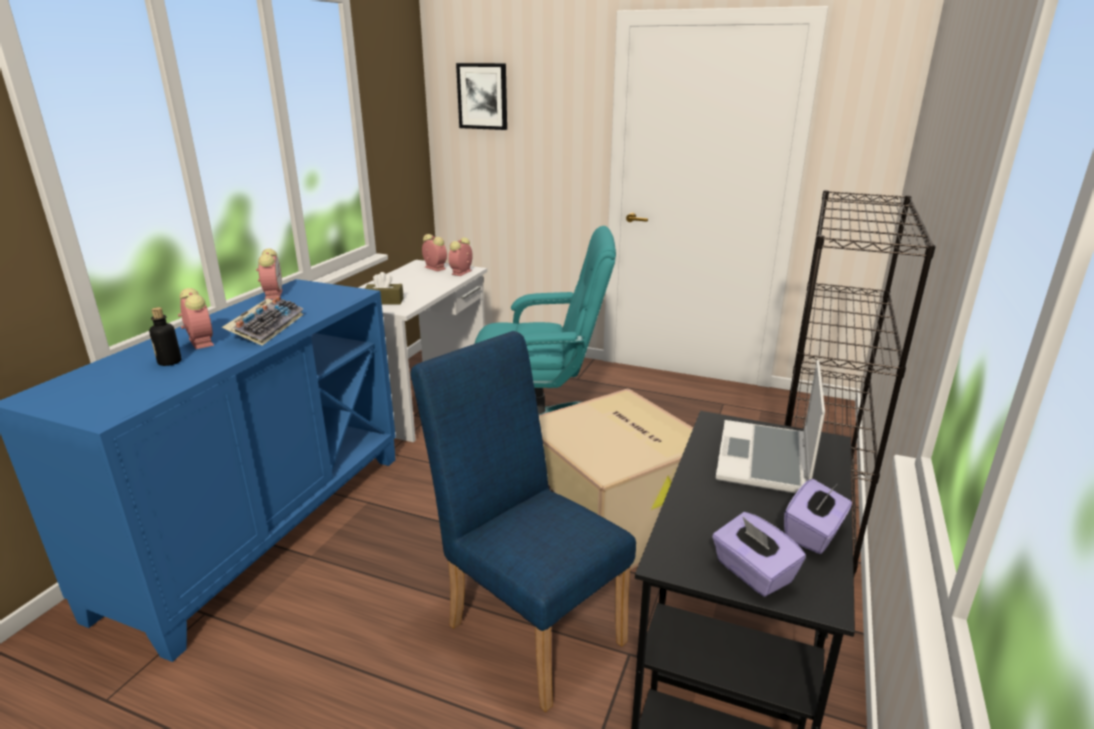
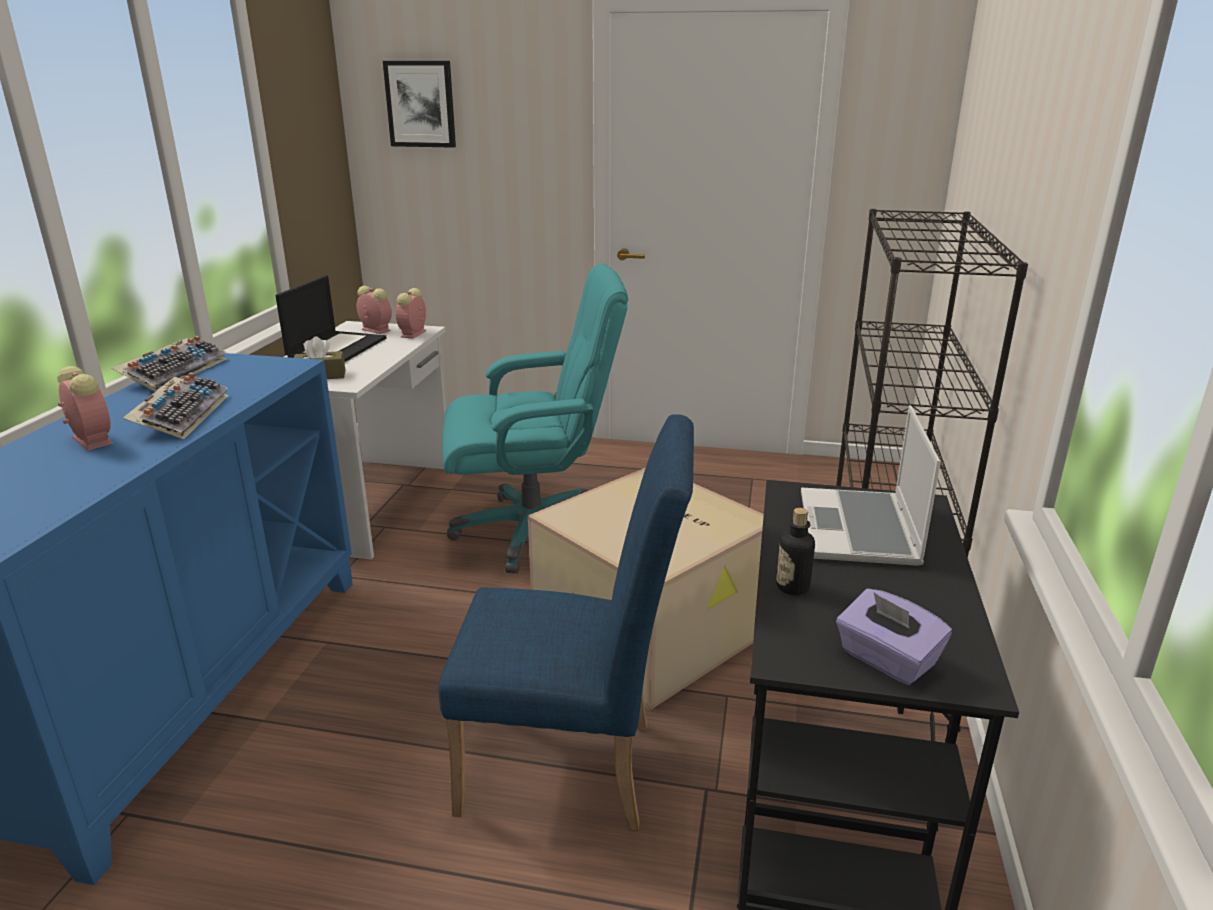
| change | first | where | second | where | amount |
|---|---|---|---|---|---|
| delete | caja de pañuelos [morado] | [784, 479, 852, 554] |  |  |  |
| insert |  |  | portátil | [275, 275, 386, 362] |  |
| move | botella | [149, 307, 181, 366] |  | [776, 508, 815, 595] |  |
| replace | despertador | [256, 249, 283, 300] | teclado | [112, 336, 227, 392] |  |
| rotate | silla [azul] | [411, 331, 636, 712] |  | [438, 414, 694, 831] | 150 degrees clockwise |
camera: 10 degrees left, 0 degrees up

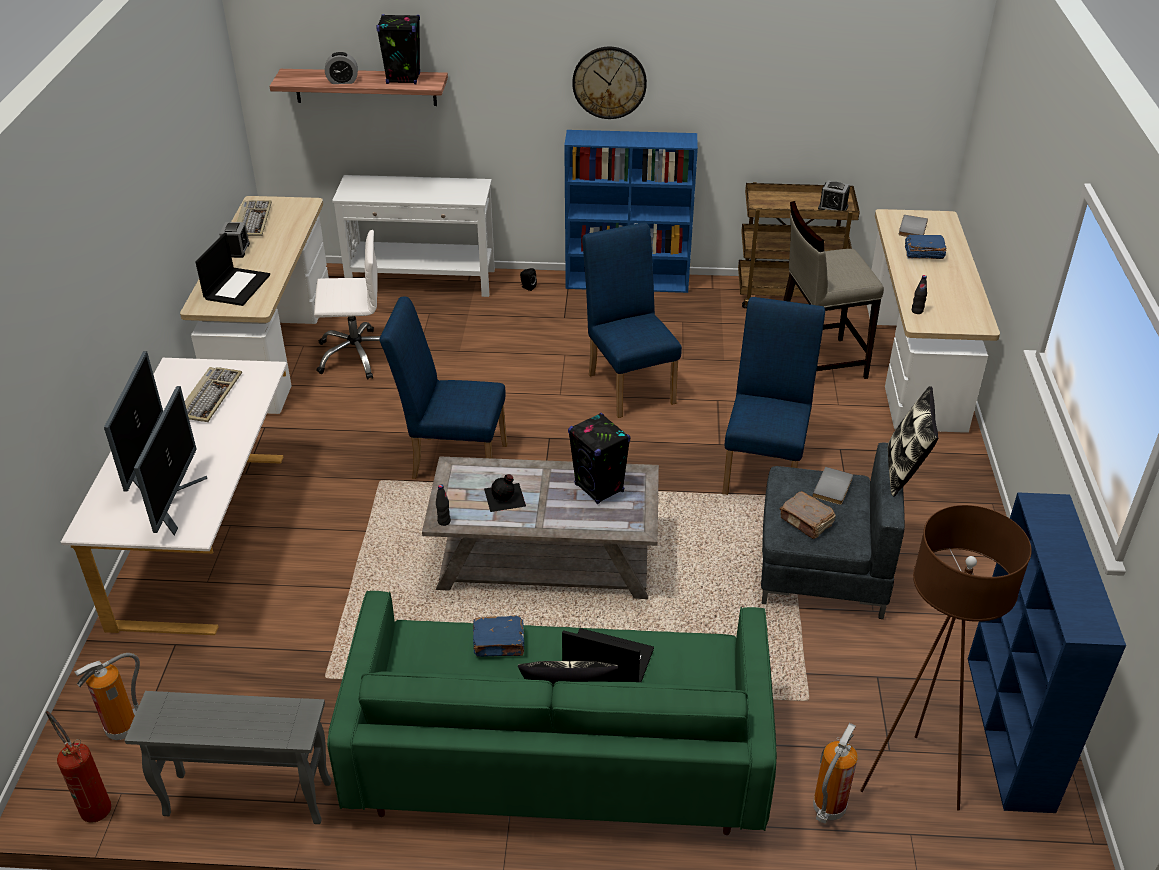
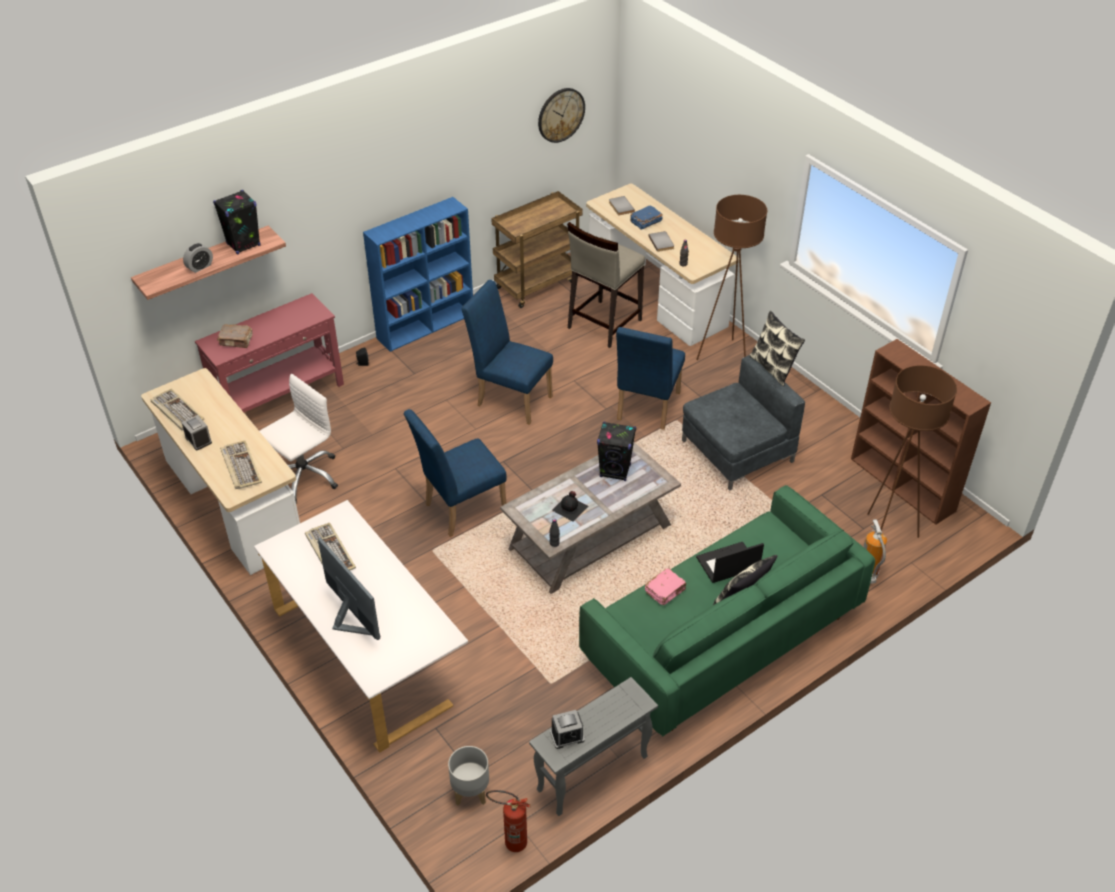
| change | first | where | second | where | amount |
|---|---|---|---|---|---|
| delete | monitor | [134, 386, 207, 536] |  |  |  |
| insert |  |  | lámpara de pie [marrón] | [696, 195, 767, 360] |  |
| move | reloj de pared | [572, 47, 647, 119] |  | [538, 88, 585, 143] |  |
| move | libro [marrón] | [780, 491, 836, 539] |  | [217, 324, 252, 348] |  |
| move | libro [gris] | [812, 467, 853, 505] |  | [649, 231, 674, 252] |  |
| move | despertador | [818, 180, 850, 211] |  | [550, 710, 584, 749] |  |
| replace | extintor | [75, 653, 140, 740] | maceta [gris] | [448, 746, 489, 806] |  |
| replace | portátil | [196, 233, 270, 306] | teclado | [220, 441, 262, 489] |  |
| recolor | mesa consola [blanco] | [332, 175, 495, 297] | mesa consola [rojo] | [195, 293, 344, 412] |  |
| recolor | libro [azul] | [473, 615, 525, 657] | libro [rosa] | [645, 568, 686, 605] |  |
| recolor | estantería [azul] | [968, 492, 1126, 813] | estantería [marrón] | [851, 339, 991, 525] |  |
| rotate | silla [azul] | [722, 297, 825, 495] |  | [616, 327, 685, 430] | 135 degrees counterclockwise |
camera: 40 degrees left, 5 degrees up

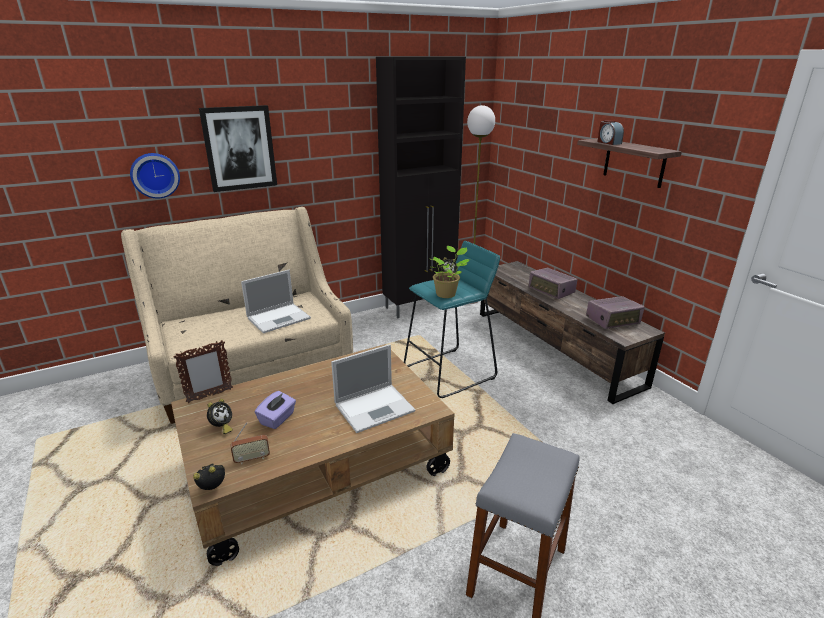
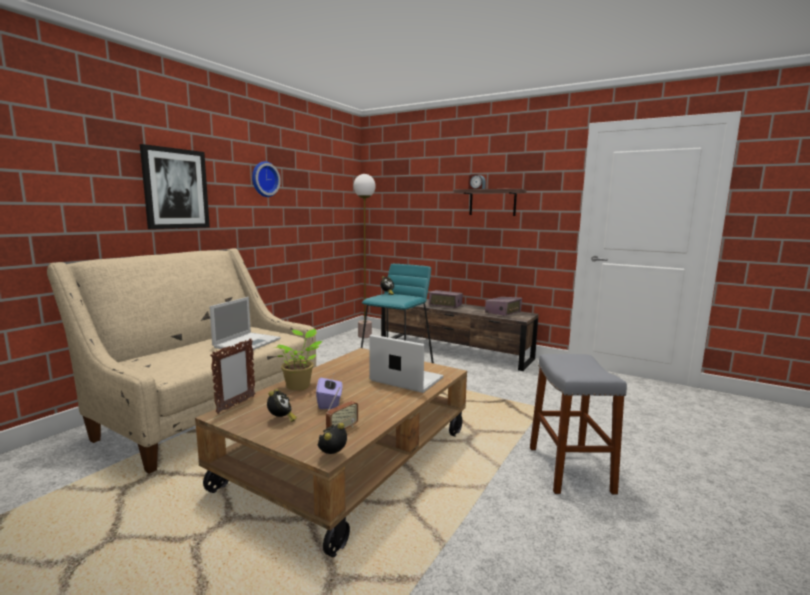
| change | first | where | second | where | amount |
|---|---|---|---|---|---|
| delete | armario [negro] | [376, 57, 466, 318] |  |  |  |
| move | reloj de pared | [130, 153, 180, 198] |  | [252, 161, 281, 197] |  |
| move | planta en maceta | [431, 246, 470, 298] |  | [275, 329, 322, 390] |  |
| rotate | portátil | [331, 344, 416, 433] |  | [369, 335, 443, 393] | 90 degrees counterclockwise |
camera: 30 degrees left, 15 degrees down

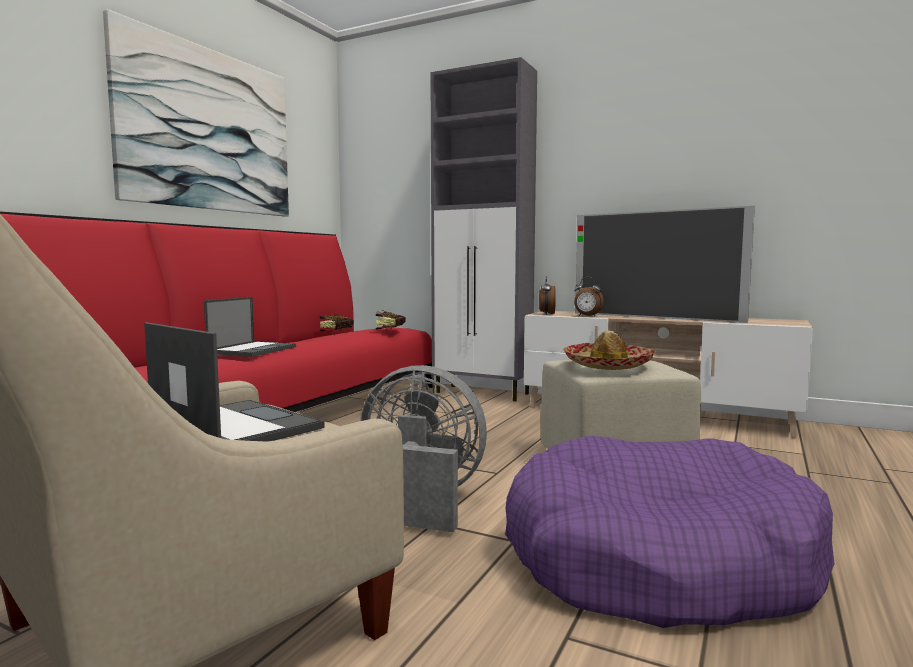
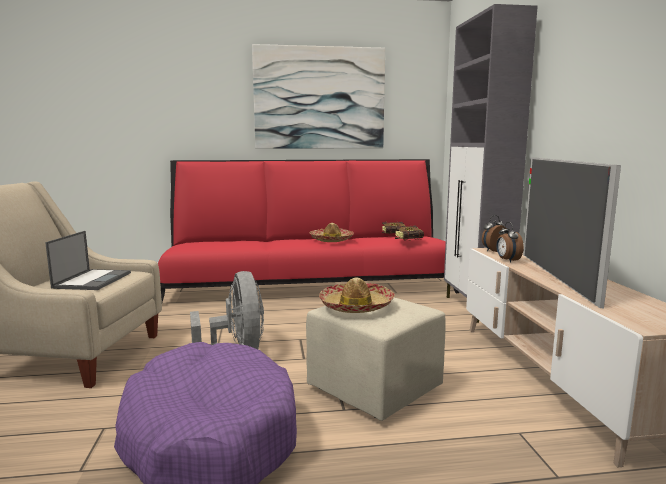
| change | first | where | second | where | amount |
|---|---|---|---|---|---|
| delete | portátil | [204, 297, 296, 357] |  |  |  |
| insert |  |  | sombrero | [310, 223, 354, 242] |  |
camera: 55 degrees right, 5 degrees up

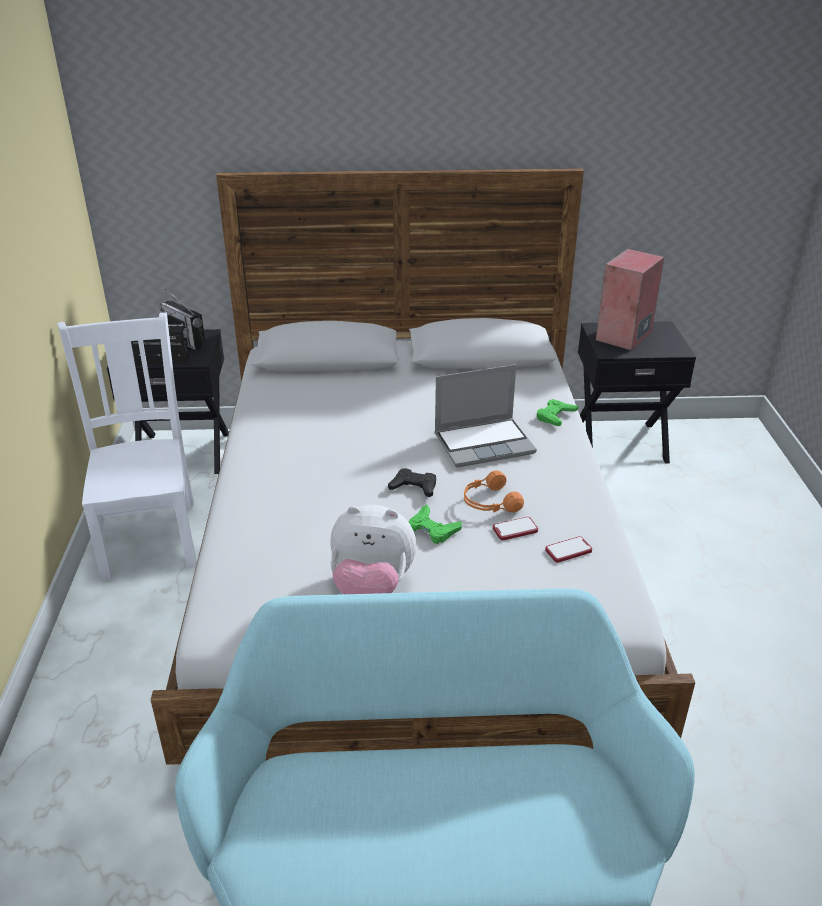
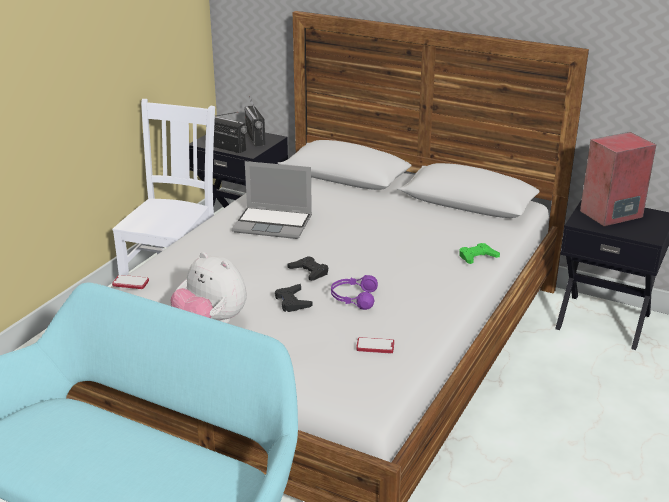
| change | first | where | second | where | amount |
|---|---|---|---|---|---|
| move | portátil | [434, 364, 537, 467] |  | [232, 161, 312, 239] |  |
| move | móvil | [493, 517, 538, 540] |  | [112, 275, 149, 289] |  |
| recolor | mando de consola [verde] | [409, 505, 462, 544] | mando de consola [negro] | [275, 284, 313, 312] |  |
| recolor | auriculares [naranja] | [464, 470, 524, 513] | auriculares [morado] | [331, 275, 378, 310] |  |
camera: 30 degrees right, 5 degrees down

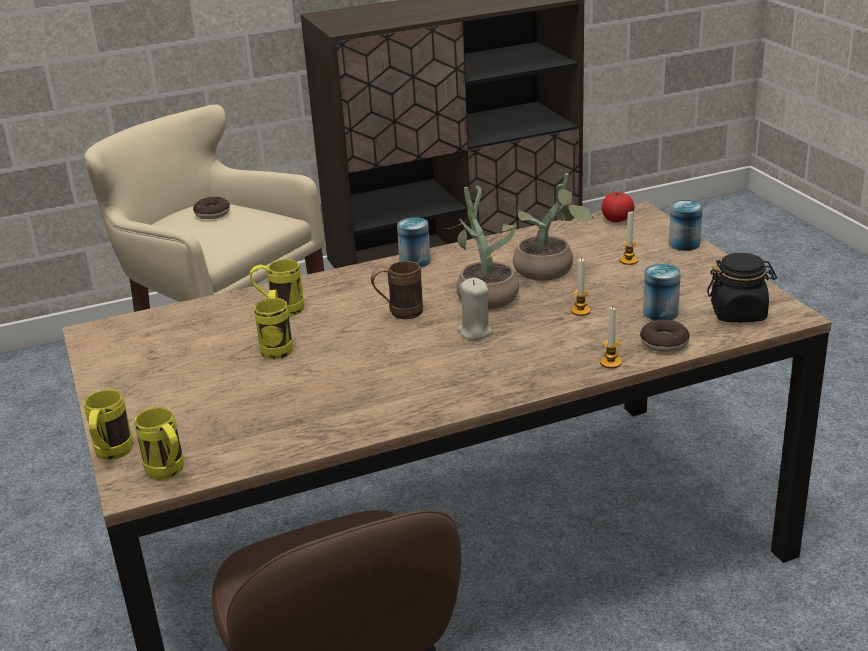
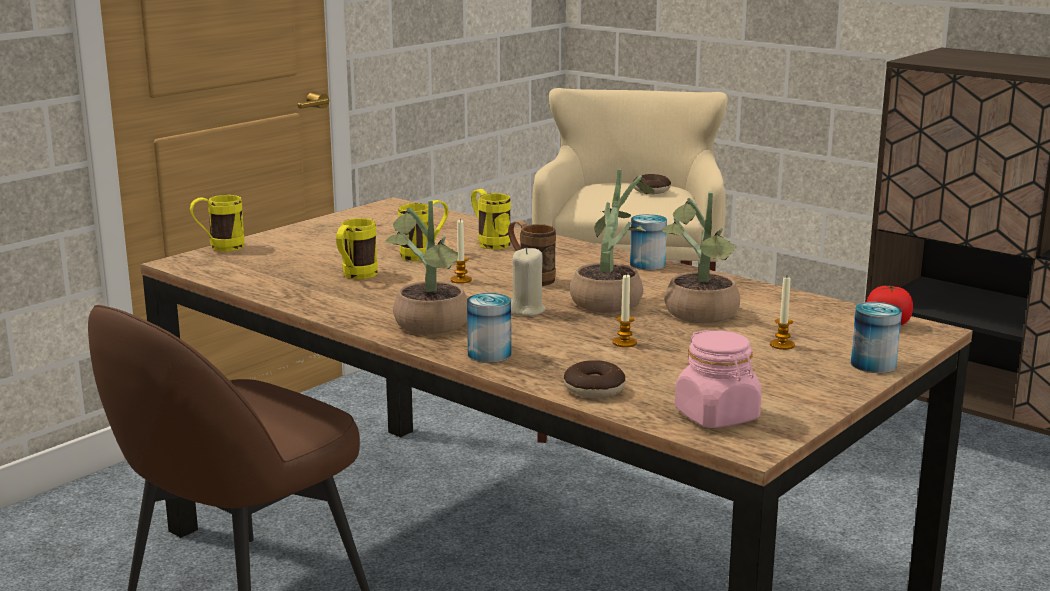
| change | first | where | second | where | amount |
|---|---|---|---|---|---|
| insert |  |  | planta en maceta | [386, 200, 468, 334] |  |
| move | taza grande [amarillo] | [134, 407, 184, 480] |  | [336, 218, 378, 279] |  |
| move | vela | [600, 306, 622, 368] |  | [450, 220, 472, 284] |  |
| move | lata | [643, 264, 681, 321] |  | [467, 293, 511, 363] |  |
| recolor | tarro [negro] | [707, 253, 777, 322] | tarro [rosa] | [675, 330, 762, 428] |  |
camera: 60 degrees right, 10 degrees down

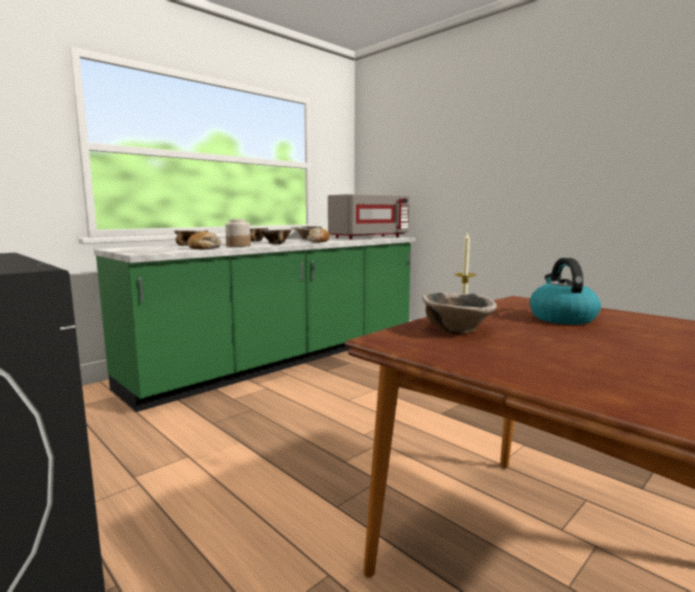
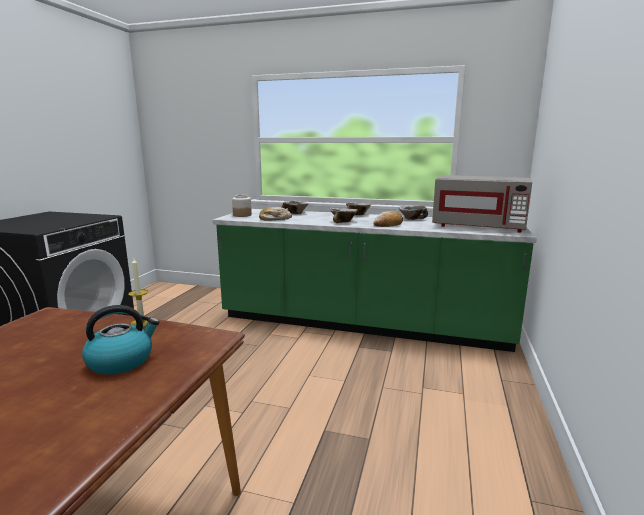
| change | first | where | second | where | amount |
|---|---|---|---|---|---|
| delete | cuenco | [422, 292, 497, 334] |  |  |  |
| move | tarro | [225, 219, 251, 247] |  | [232, 195, 252, 217] |  |
camera: 60 degrees right, 5 degrees up

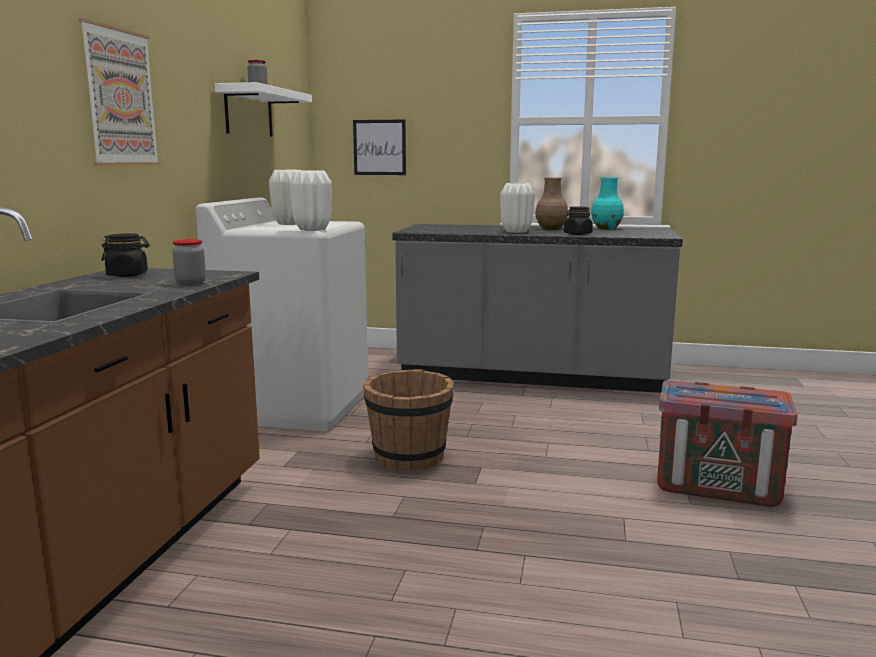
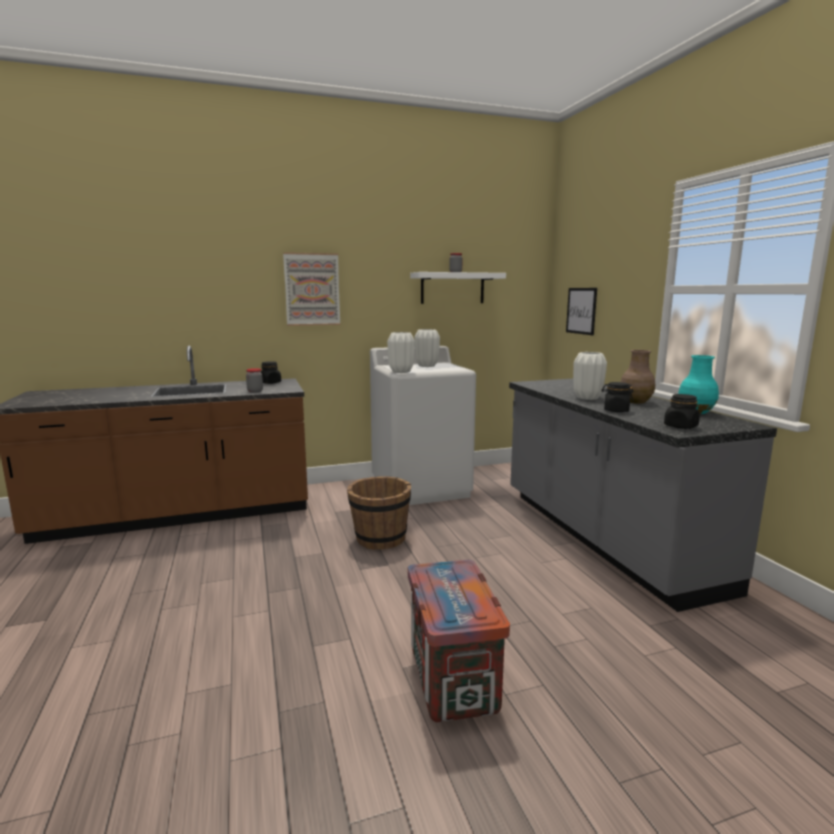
| change | first | where | second | where | amount |
|---|---|---|---|---|---|
| insert |  |  | tarro [negro] | [664, 394, 700, 429] |  |
camera: 60 degrees right, 0 degrees up

